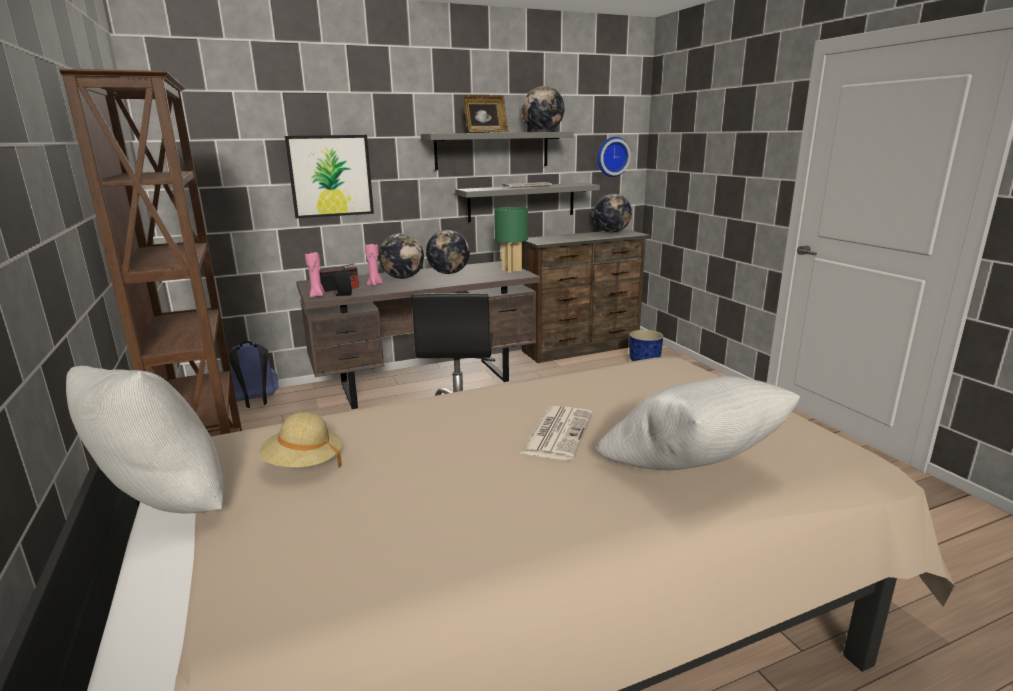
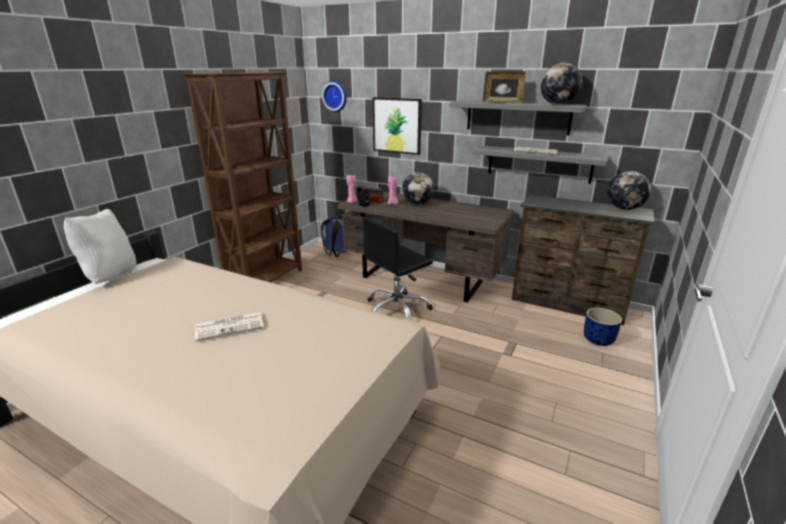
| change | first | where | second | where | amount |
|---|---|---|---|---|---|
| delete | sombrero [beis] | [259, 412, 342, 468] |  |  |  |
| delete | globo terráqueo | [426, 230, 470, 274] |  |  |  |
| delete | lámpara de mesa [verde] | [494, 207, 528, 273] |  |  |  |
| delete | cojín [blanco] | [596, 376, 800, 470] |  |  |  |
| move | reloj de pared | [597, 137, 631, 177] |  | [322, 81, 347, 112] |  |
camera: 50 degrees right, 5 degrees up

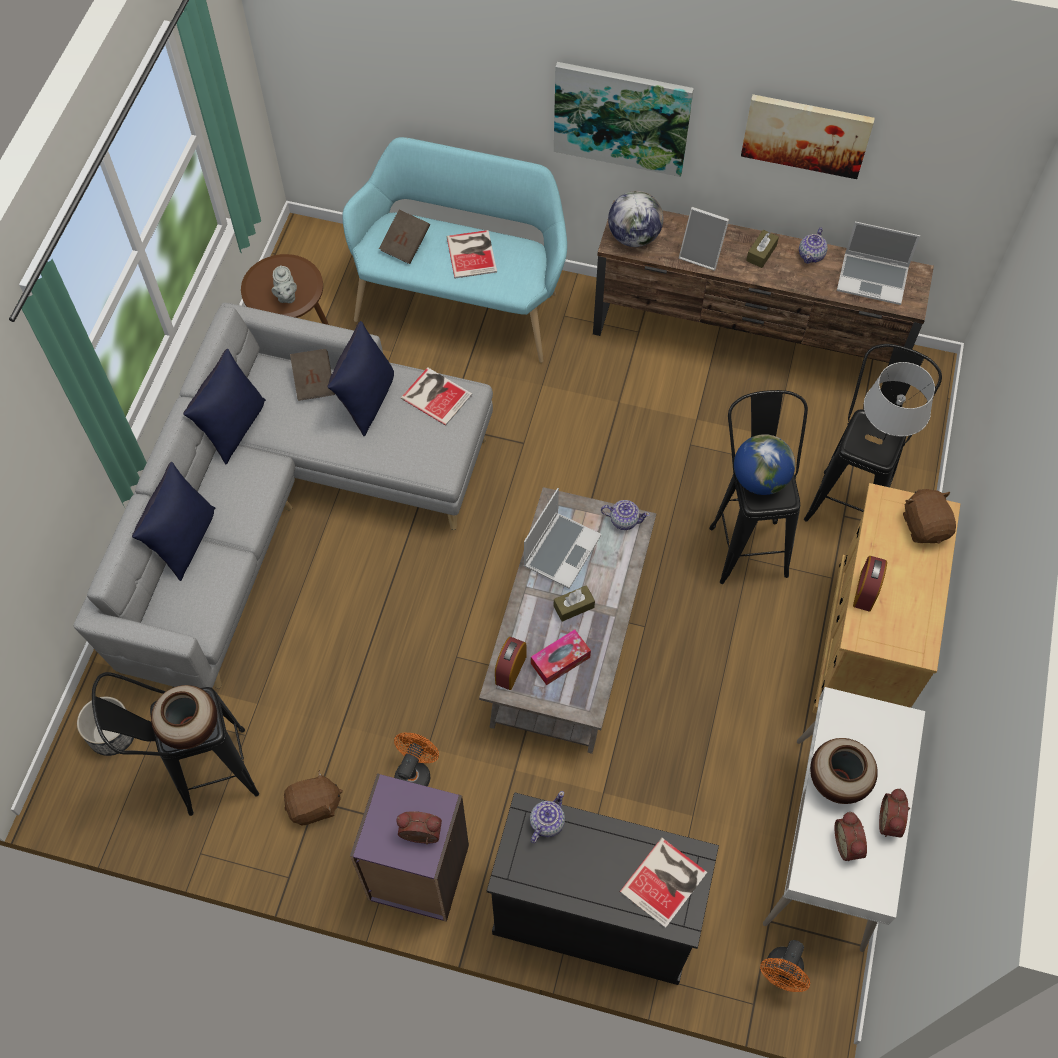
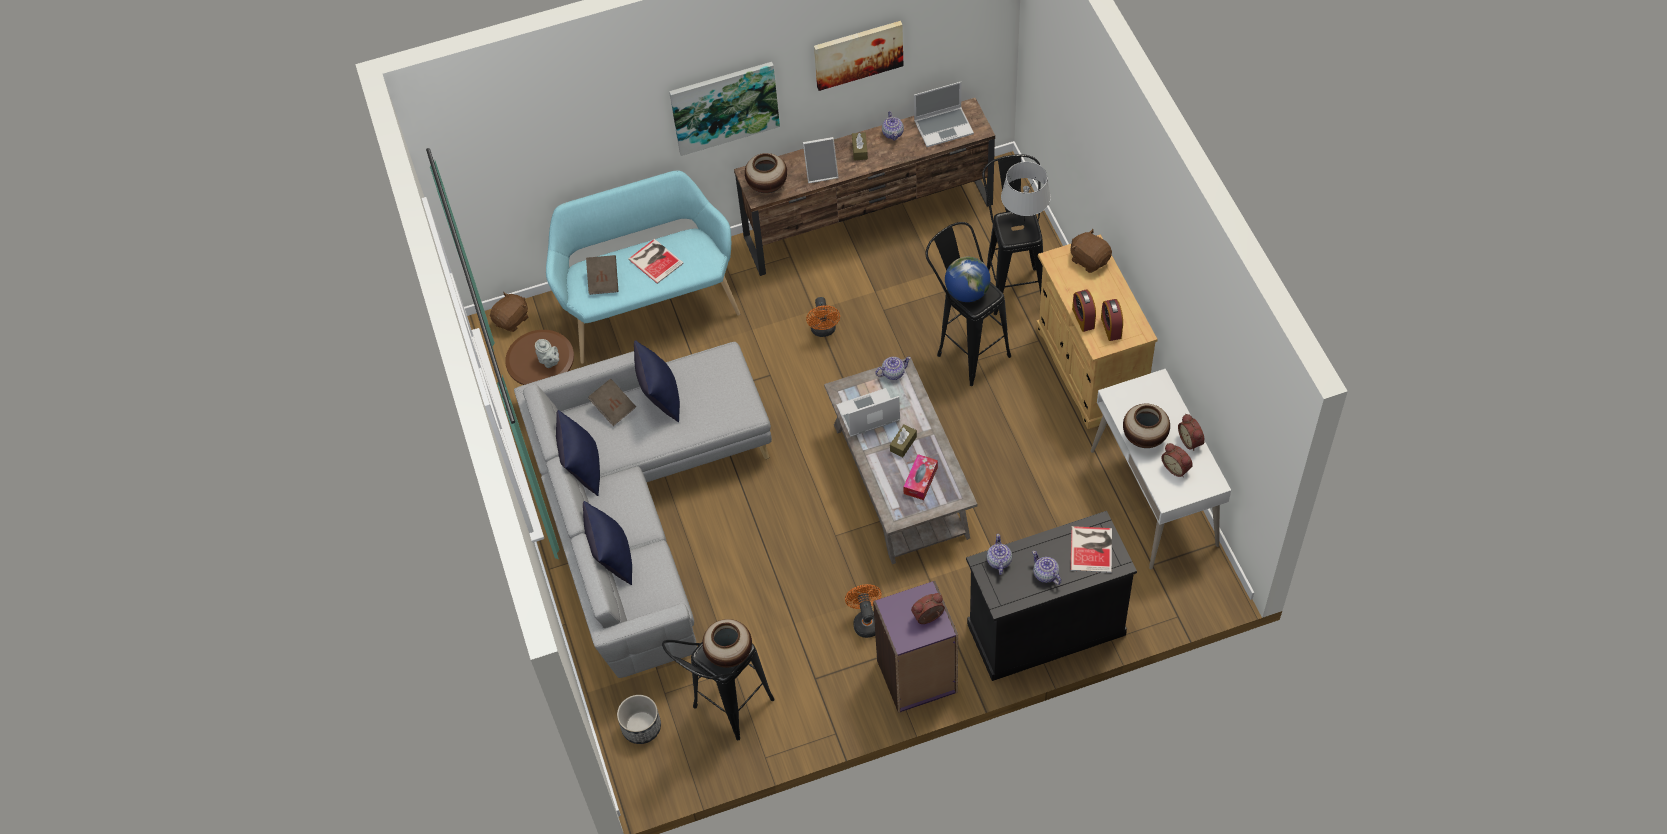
| change | first | where | second | where | amount |
|---|---|---|---|---|---|
| delete | libro | [401, 368, 472, 426] |  |  |  |
| insert |  |  | tetera | [1032, 551, 1061, 585] |  |
| move | peluche [marrón] | [284, 770, 343, 825] |  | [490, 292, 528, 332] |  |
| move | despertador | [495, 637, 527, 690] |  | [1101, 299, 1123, 341] |  |
| move | ventilador [naranja] | [760, 940, 810, 992] |  | [806, 297, 840, 337] |  |
| replace | globo terráqueo | [608, 191, 663, 247] | florero | [745, 153, 787, 193] |  |
| rotate | portátil | [524, 488, 601, 588] |  | [836, 388, 900, 437] | 105 degrees counterclockwise |
camera: 30 degrees left, 5 degrees down

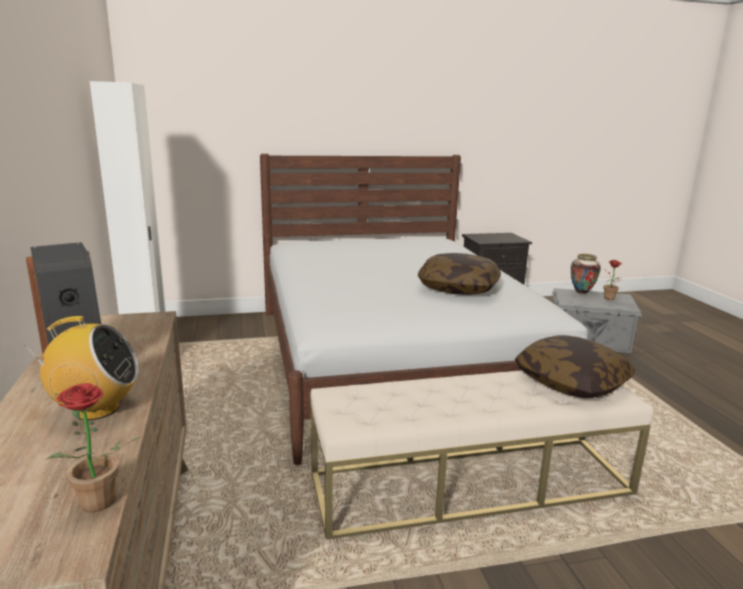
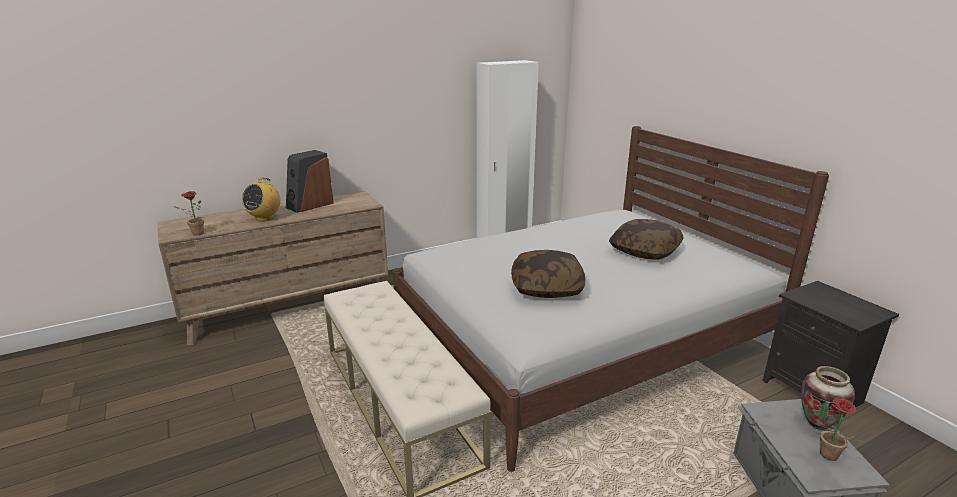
| change | first | where | second | where | amount |
|---|---|---|---|---|---|
| move | cojín | [515, 335, 635, 398] |  | [609, 219, 684, 260] |  |
| rotate | radio | [24, 316, 139, 420] |  | [242, 178, 281, 221] | 45 degrees clockwise |
camera: 75 degrees right, 5 degrees up

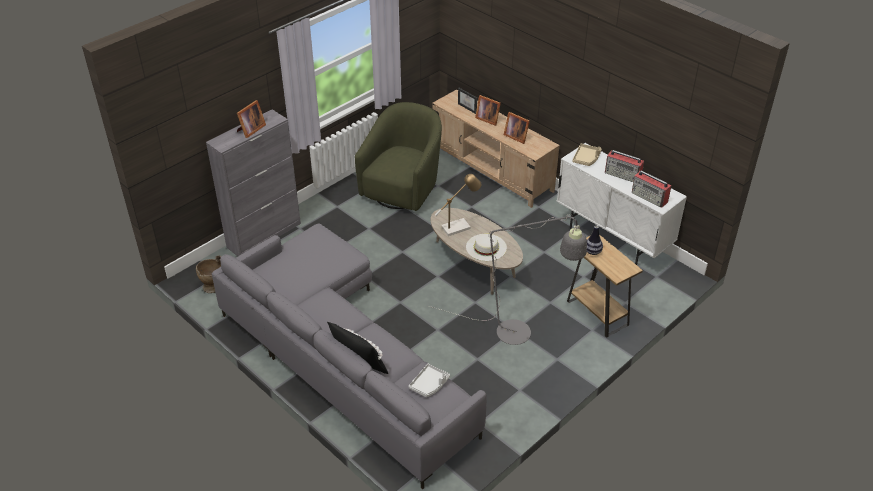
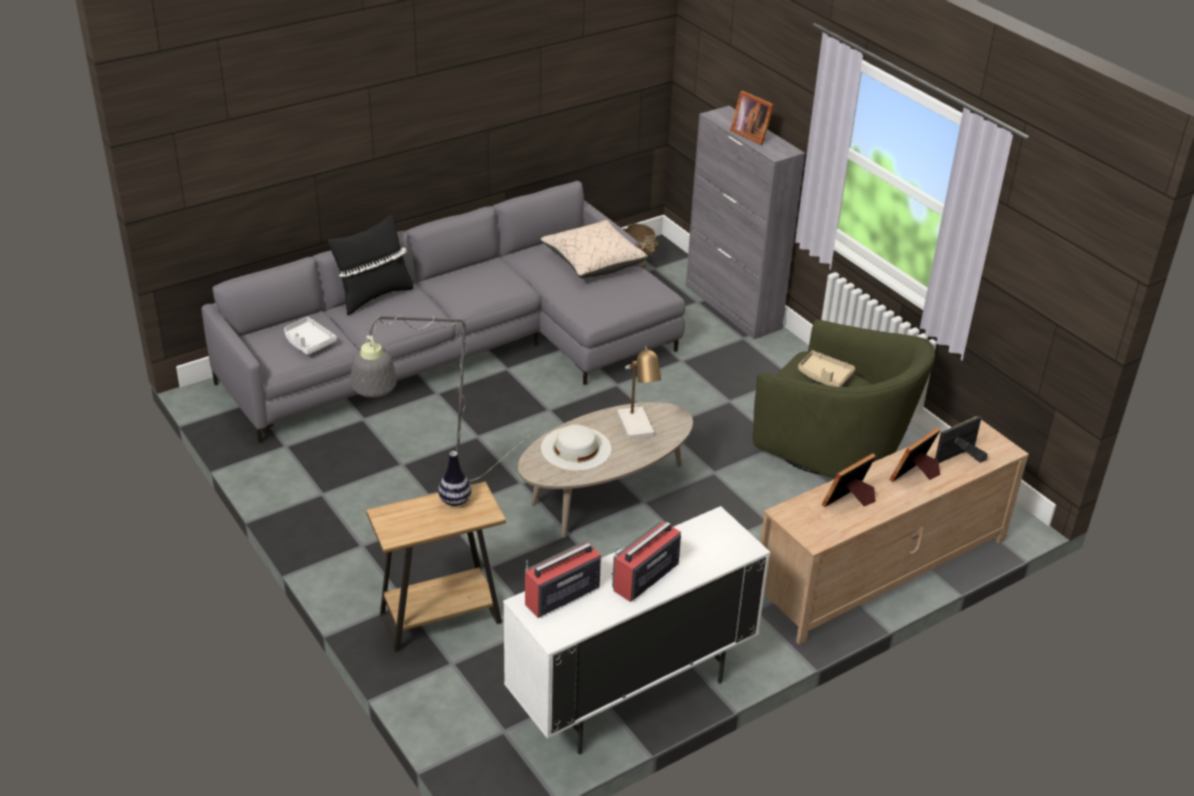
| change | first | where | second | where | amount |
|---|---|---|---|---|---|
| insert |  |  | cojín [beis] | [541, 220, 648, 278] |  |
| move | bandeja [beis] | [572, 144, 602, 166] |  | [798, 351, 855, 387] |  |
camera: 100 degrees right, 5 degrees down

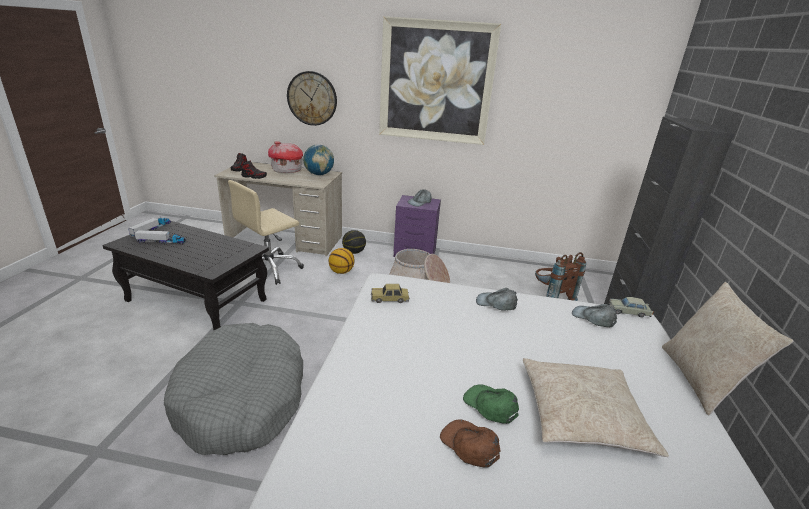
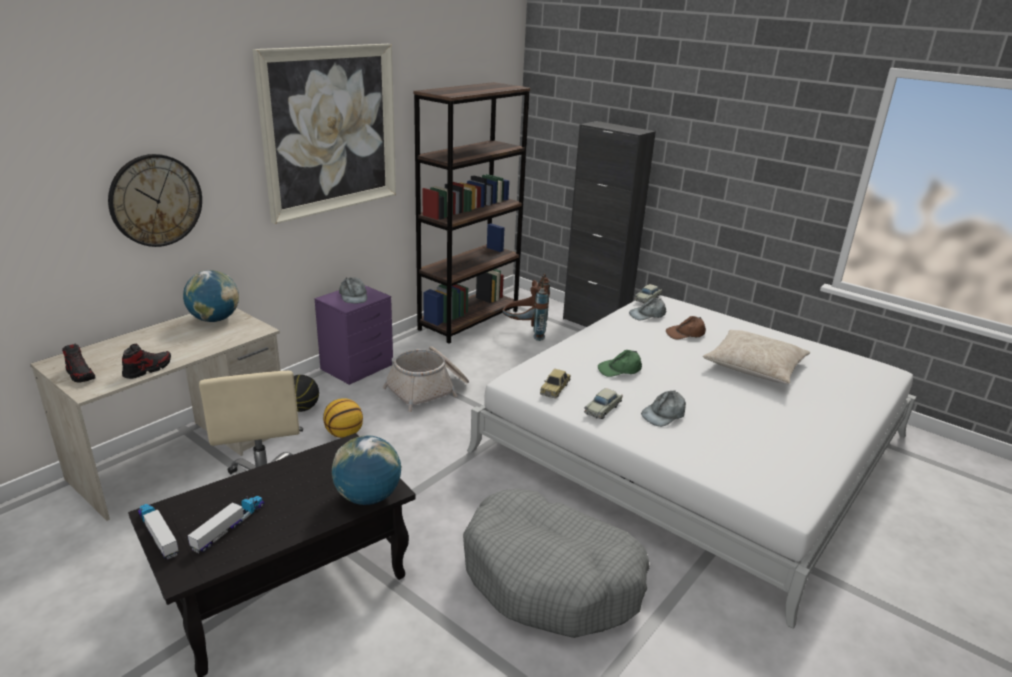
| change | first | where | second | where | amount |
|---|---|---|---|---|---|
| delete | casita | [268, 141, 303, 173] |  |  |  |
| delete | cojín [beis] | [662, 282, 793, 416] |  |  |  |
| insert |  |  | globo terráqueo | [332, 435, 402, 505] |  |
| insert |  |  | estantería [marrón] | [413, 82, 530, 344] |  |
| insert |  |  | coche de juguete [beis] | [584, 388, 623, 419] |  |
| move | gorra [marrón] | [440, 420, 501, 468] |  | [666, 316, 706, 339] |  |
| move | gorra [verde] | [463, 384, 519, 424] |  | [598, 350, 642, 377] |  |
| move | gorra [gris] | [476, 288, 518, 311] |  | [641, 391, 686, 427] |  |
camera: 60 degrees left, 0 degrees up

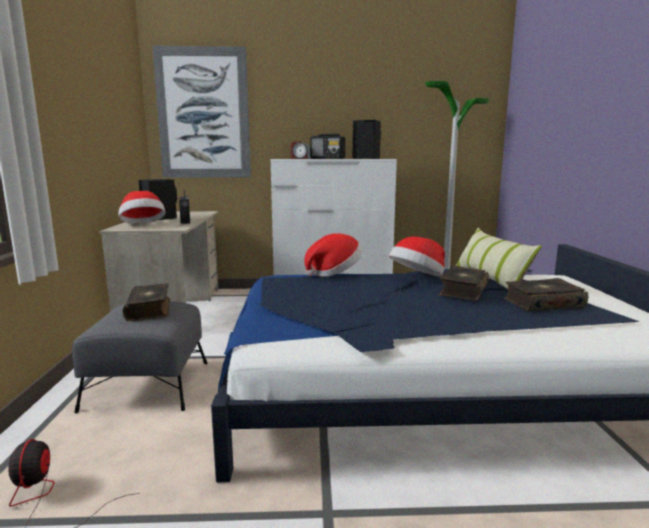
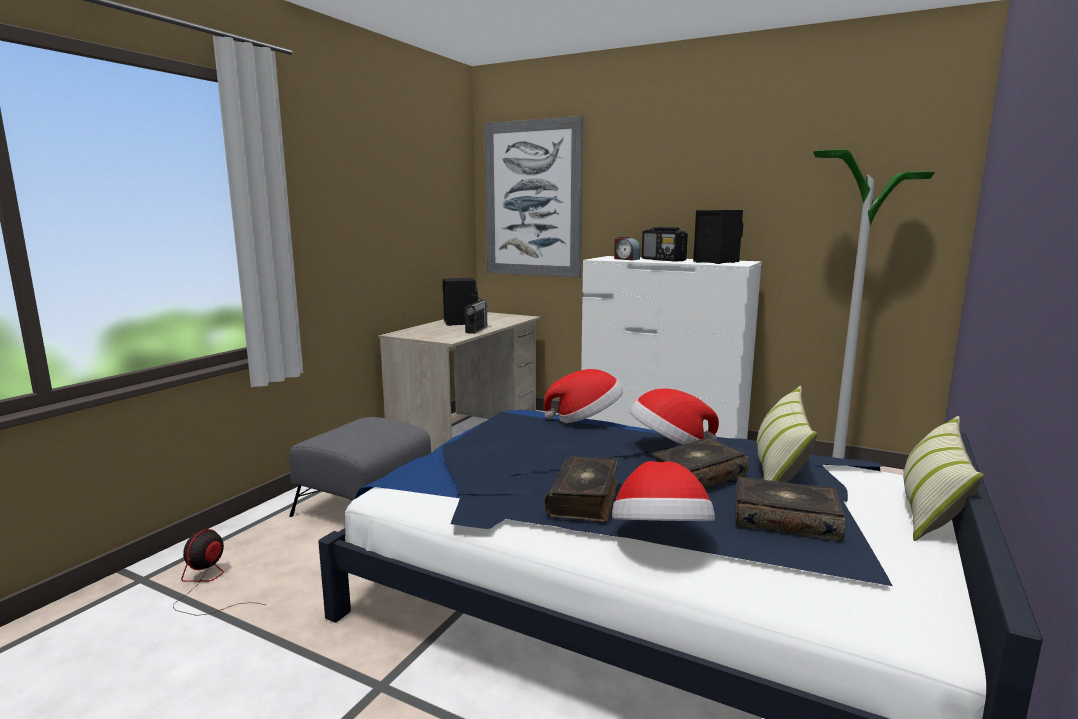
| change | first | where | second | where | amount |
|---|---|---|---|---|---|
| insert |  |  | cojín | [903, 416, 984, 541] |  |
| move | sombrero | [118, 191, 166, 224] |  | [612, 461, 715, 521] |  |
| move | libro | [123, 283, 170, 321] |  | [545, 456, 618, 522] |  |
camera: 30 degrees right, 0 degrees up

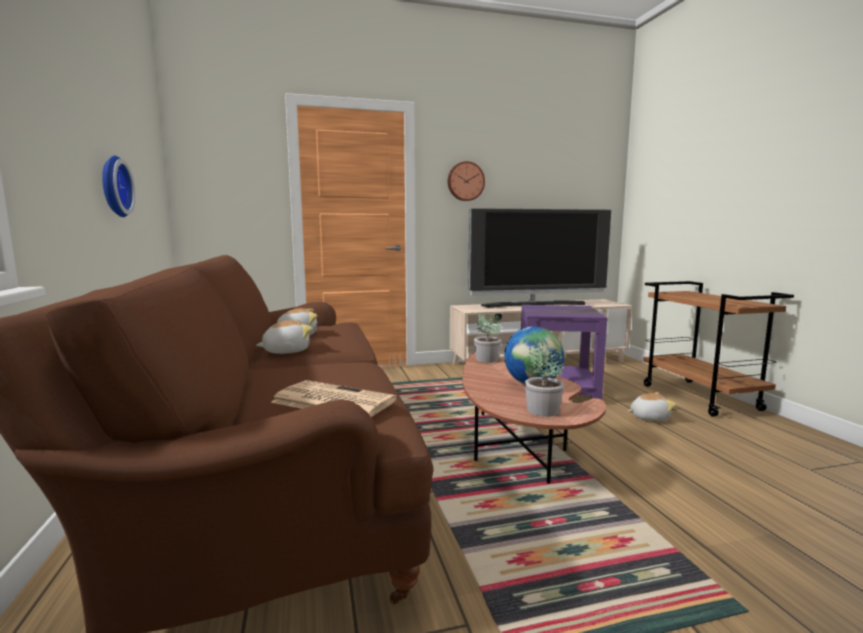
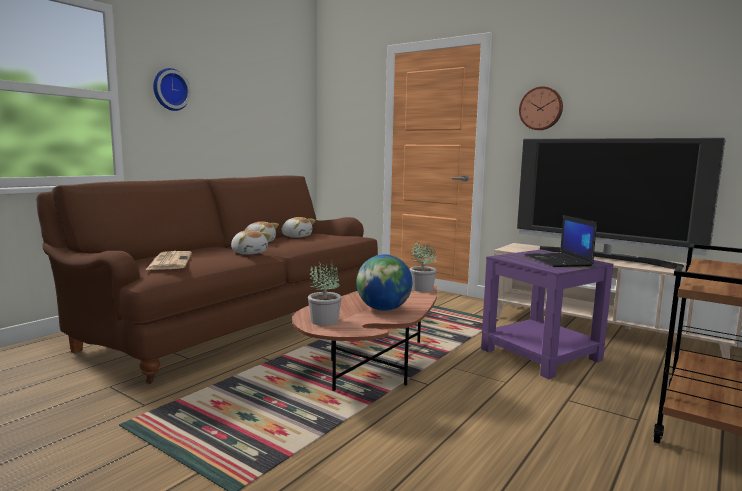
| change | first | where | second | where | amount |
|---|---|---|---|---|---|
| insert |  |  | portátil | [525, 215, 597, 267] |  |
| move | reloj de pared | [102, 156, 135, 217] |  | [153, 68, 191, 111] |  |
| move | peluche | [628, 392, 676, 421] |  | [231, 230, 271, 255] |  |
camera: 50 degrees right, 0 degrees up

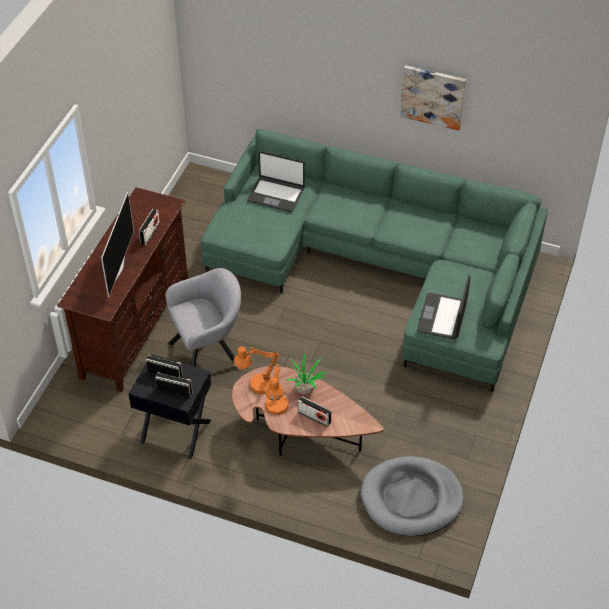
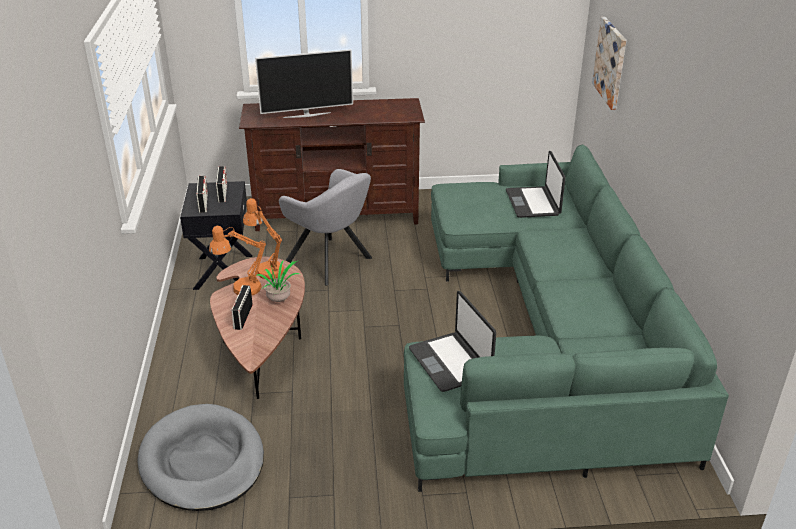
| change | first | where | second | where | amount |
|---|---|---|---|---|---|
| delete | radio | [139, 209, 160, 245] |  |  |  |
| move | cuadro | [400, 65, 466, 131] |  | [592, 17, 627, 110] |  |
| rotate | portátil | [417, 275, 471, 339] |  | [409, 291, 496, 392] | 105 degrees counterclockwise |
camera: 65 degrees right, 15 degrees down

